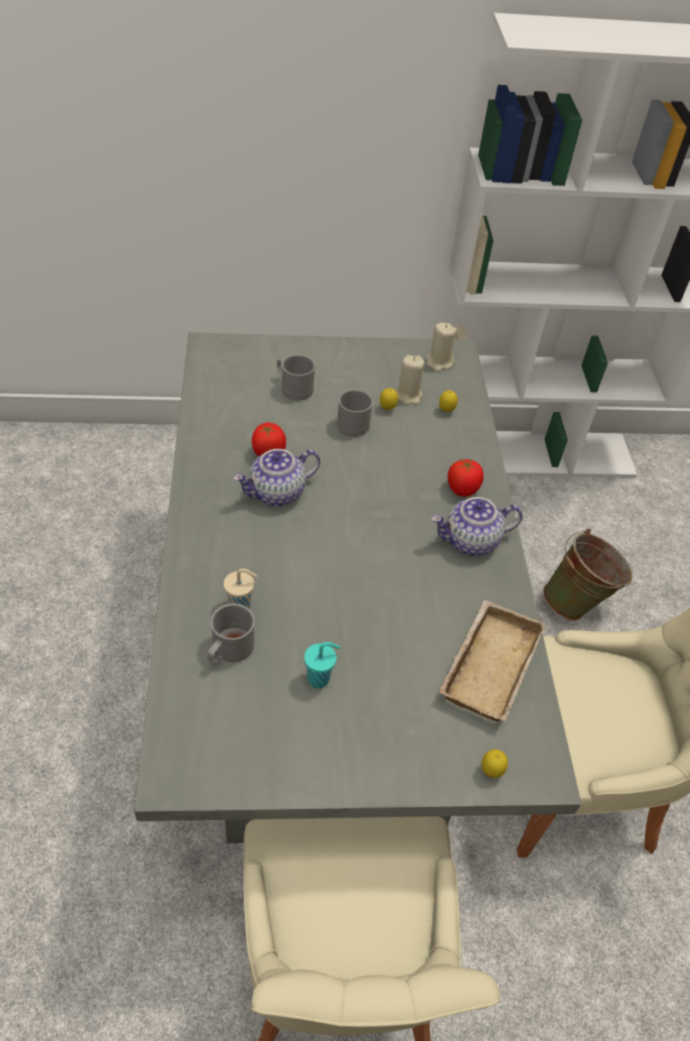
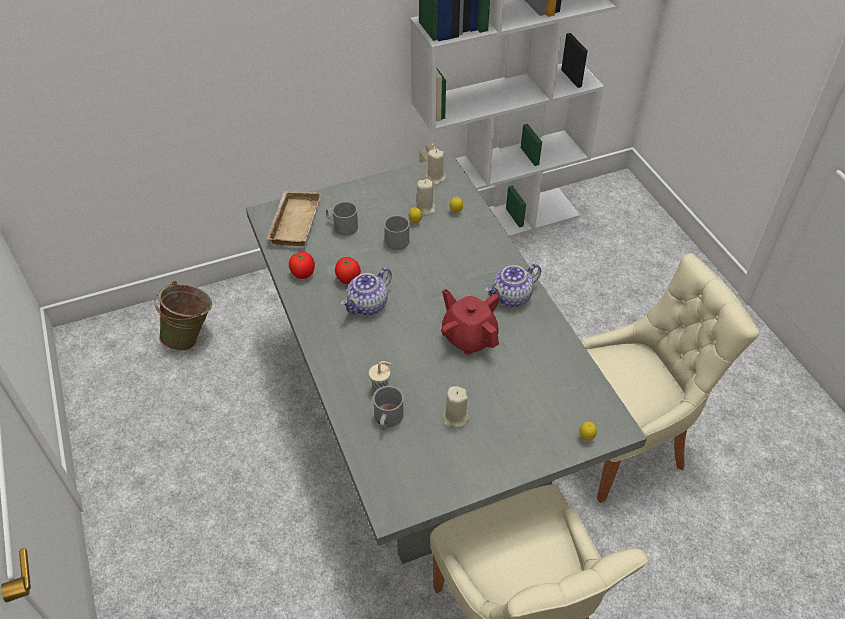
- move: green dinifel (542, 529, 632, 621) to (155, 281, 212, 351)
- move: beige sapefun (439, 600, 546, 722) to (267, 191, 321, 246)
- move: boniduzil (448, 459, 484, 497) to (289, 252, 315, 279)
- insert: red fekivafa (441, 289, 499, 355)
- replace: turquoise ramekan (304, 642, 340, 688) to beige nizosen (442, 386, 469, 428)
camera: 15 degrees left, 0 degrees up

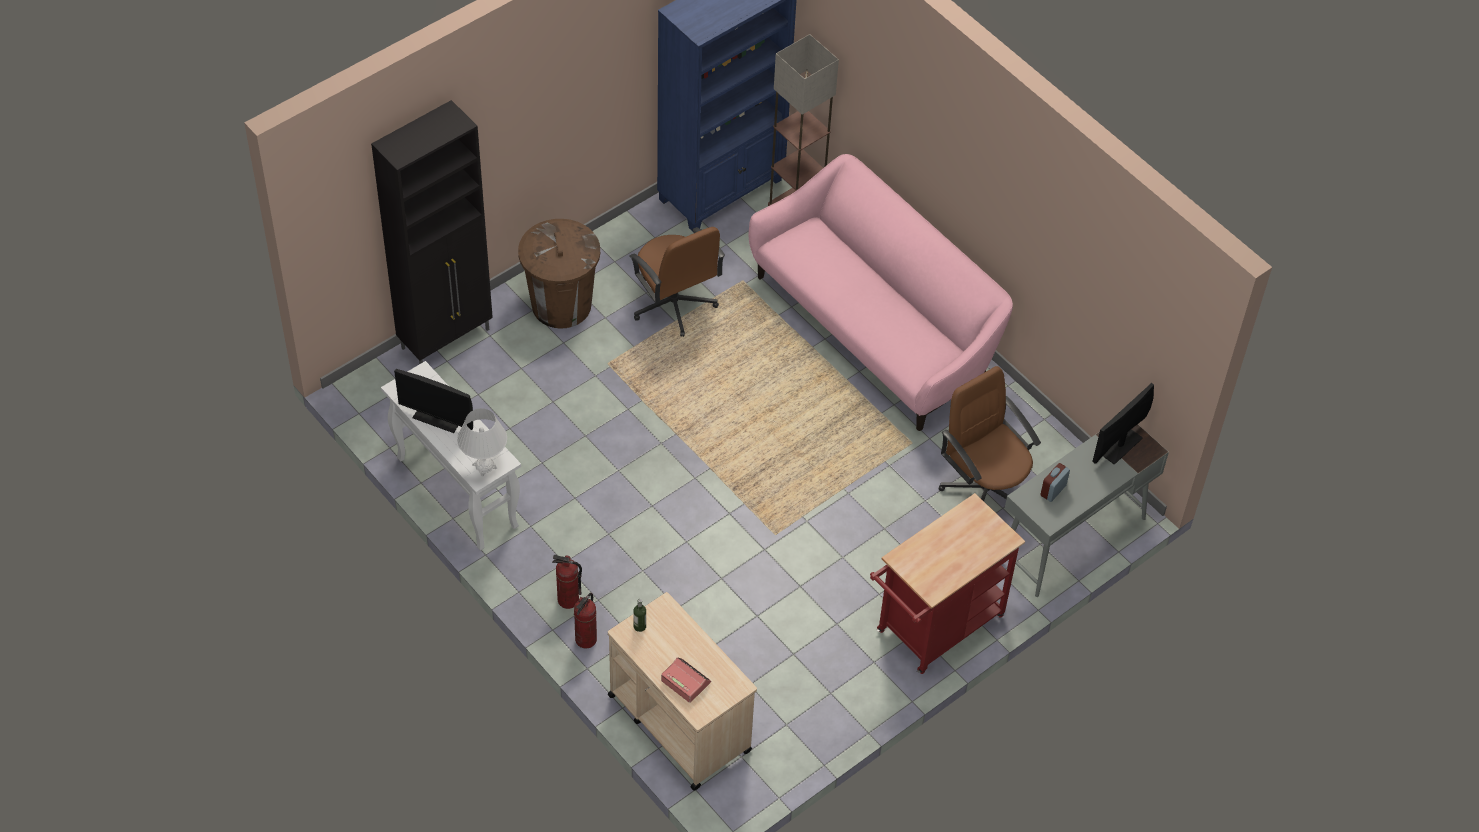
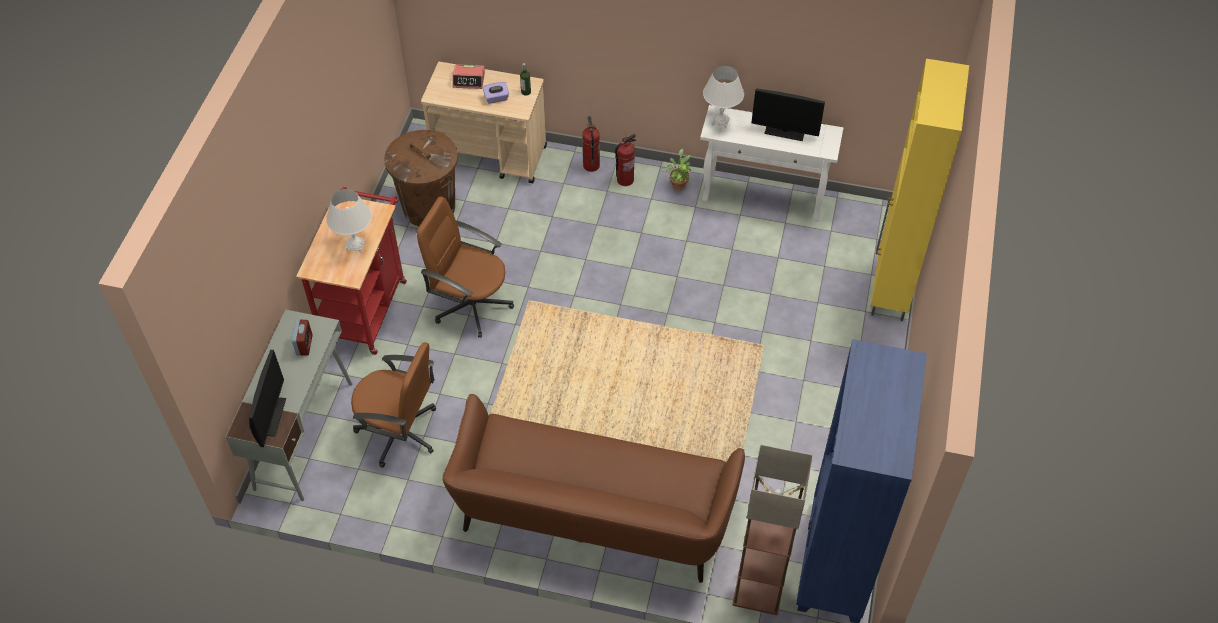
- insert: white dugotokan (326, 189, 372, 253)
- move: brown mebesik (518, 219, 600, 328) to (384, 130, 458, 226)
- move: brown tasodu (629, 227, 725, 337) to (417, 196, 514, 337)
- recolor: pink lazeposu (749, 154, 1013, 431) to brown lazeposu (442, 394, 745, 583)
- insert: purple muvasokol (483, 82, 509, 104)
- insert: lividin (662, 149, 691, 191)
- rotate: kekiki (394, 369, 473, 433) = (751, 89, 825, 141) 150 degrees counterclockwise
- recolor: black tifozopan (371, 100, 493, 364) to yellow tifozopan (870, 59, 969, 321)
camera: 145 degrees right, 0 degrees up

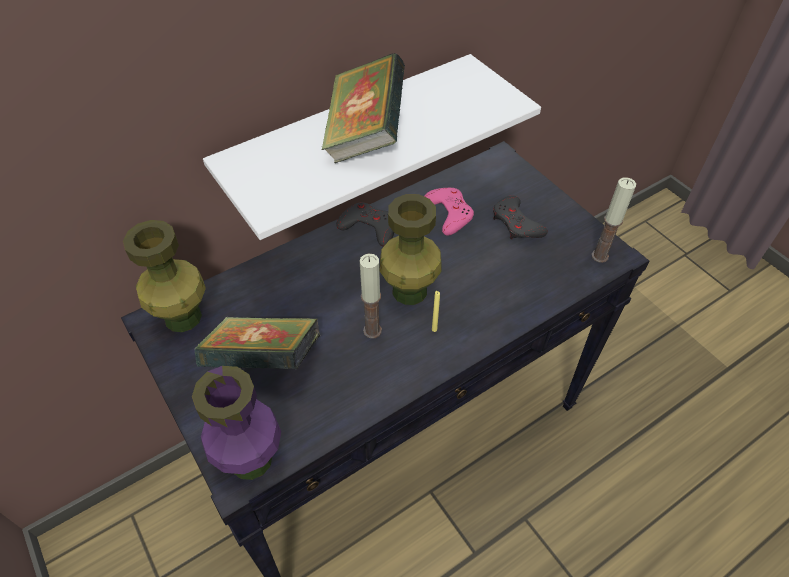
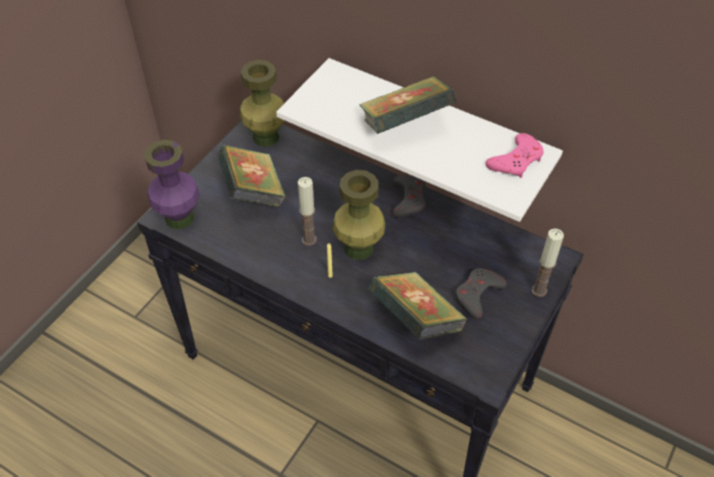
- insert: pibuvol (368, 272, 467, 340)
- move: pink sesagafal (424, 188, 474, 235) to (486, 133, 544, 178)
- move: nizosen (591, 177, 636, 263) to (532, 229, 564, 297)
camera: 65 degrees right, 0 degrees up

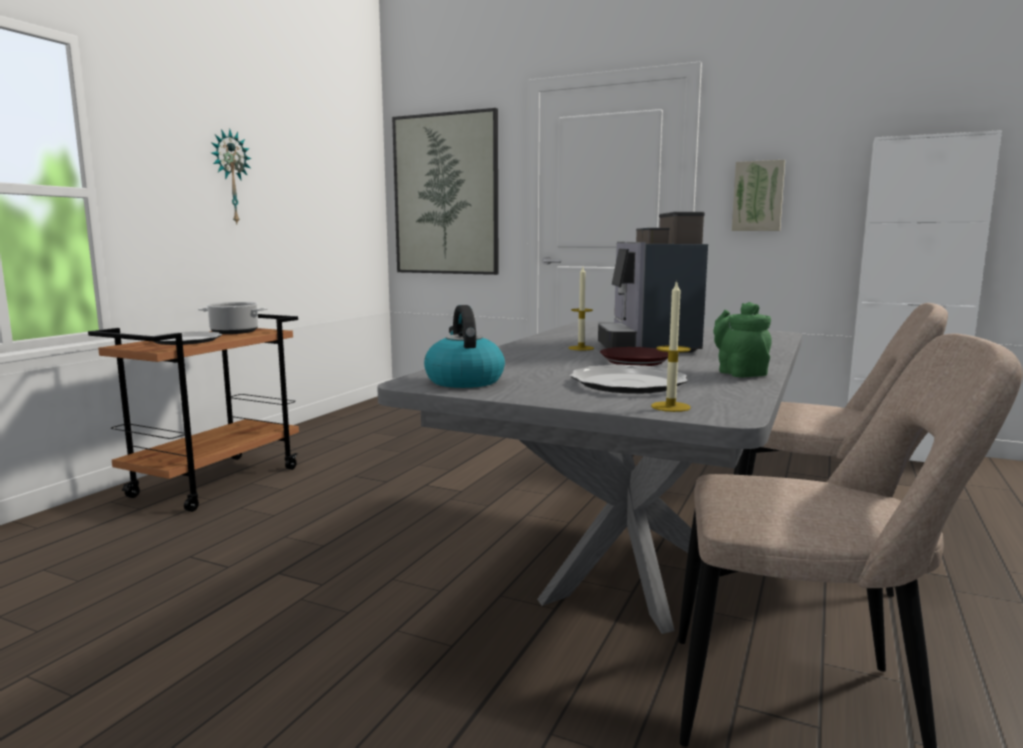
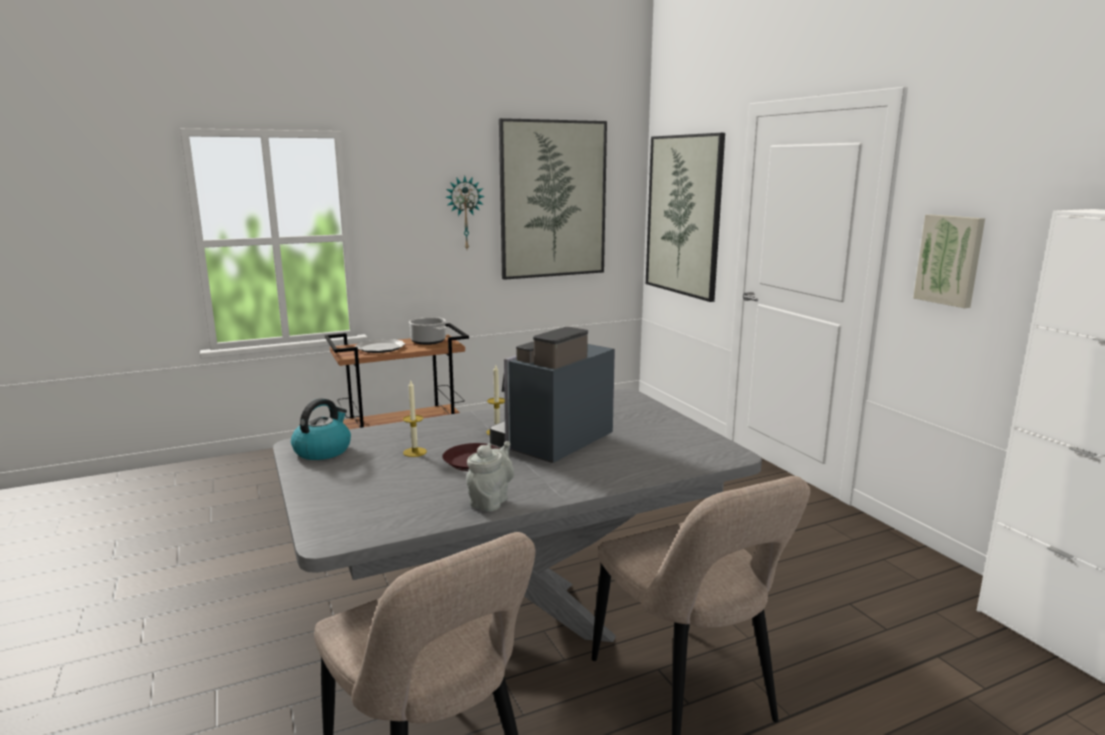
- move: nizosen (651, 280, 691, 412) to (403, 381, 427, 457)
- recolor: green fekivafa (713, 302, 772, 377) to grey fekivafa (466, 441, 514, 511)
- insert: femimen (499, 118, 607, 280)
- delete: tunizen (570, 364, 688, 394)
camera: 40 degrees right, 5 degrees up

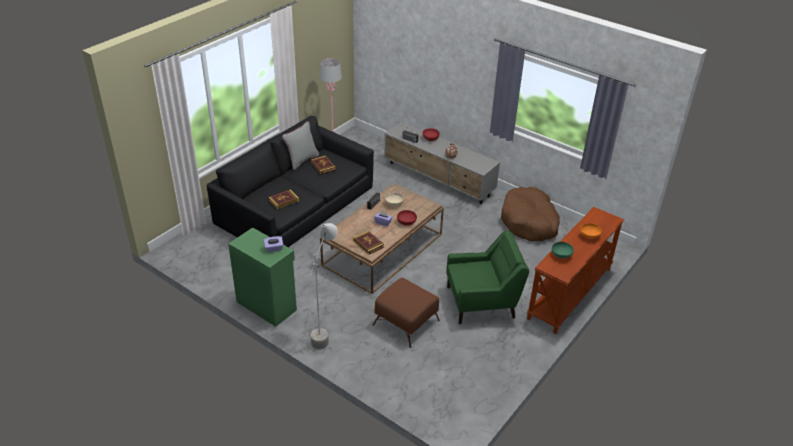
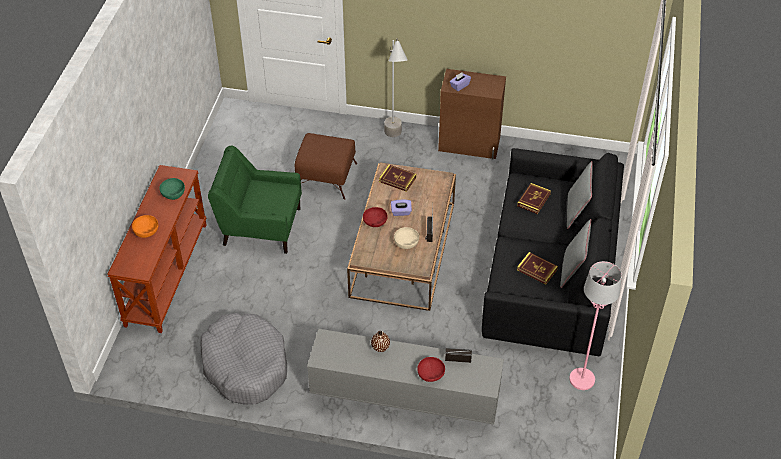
- recolor: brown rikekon (501, 187, 560, 241) to grey rikekon (200, 313, 287, 405)
- rotate: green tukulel (446, 230, 529, 324) = (208, 146, 302, 254) 45 degrees clockwise
- recolor: green tifozopan (228, 227, 297, 327) to brown tifozopan (438, 69, 506, 160)
- insert: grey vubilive (567, 161, 593, 229)
camera: 155 degrees right, 10 degrees up

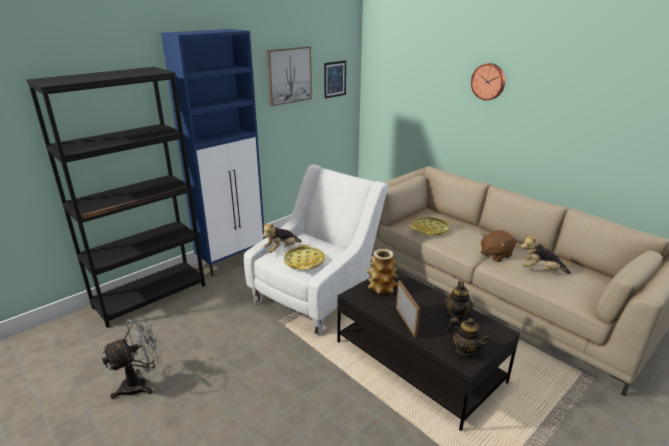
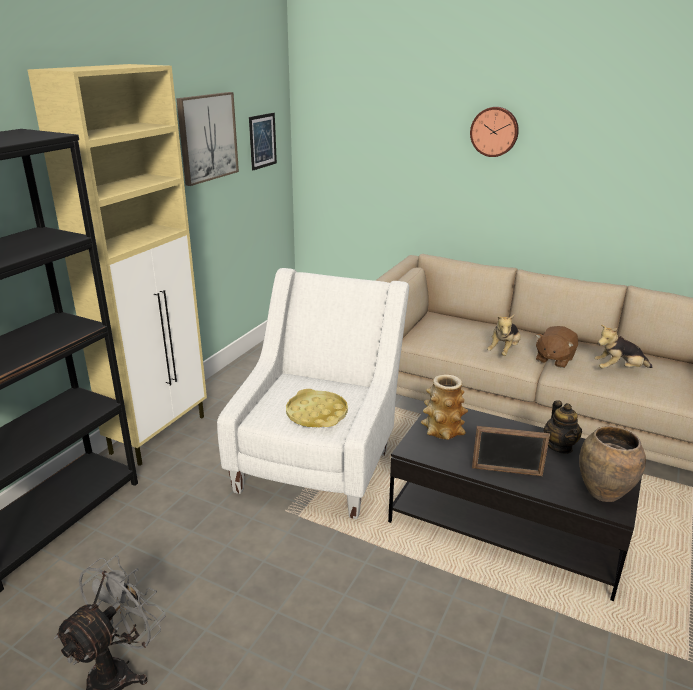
- recolor: blue tifozopan (161, 29, 265, 276) to beige tifozopan (27, 64, 207, 466)
- rotate: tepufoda (396, 280, 420, 338) = (472, 426, 550, 476) 135 degrees clockwise
- move: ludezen (262, 223, 302, 253) to (487, 315, 521, 356)
- replace: fekivafa (446, 317, 491, 358) to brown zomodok (579, 426, 646, 502)
- delete: yellow sapefun (410, 217, 450, 236)
camera: 20 degrees left, 0 degrees up

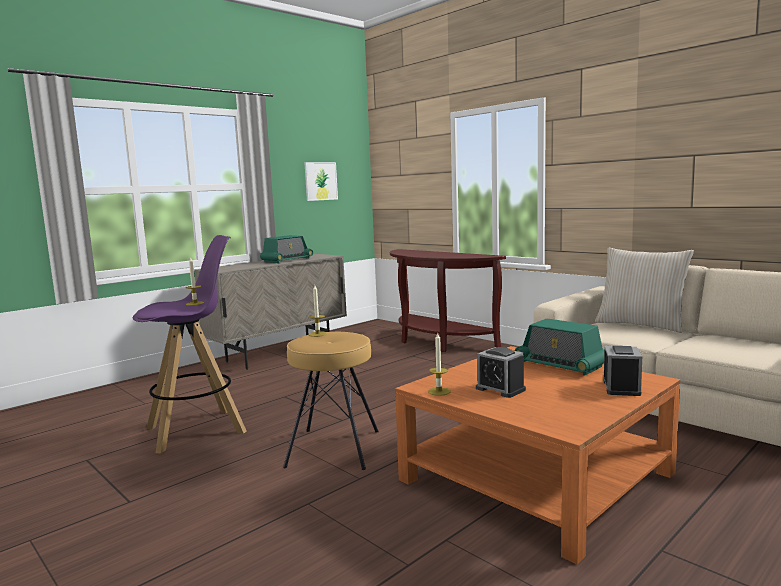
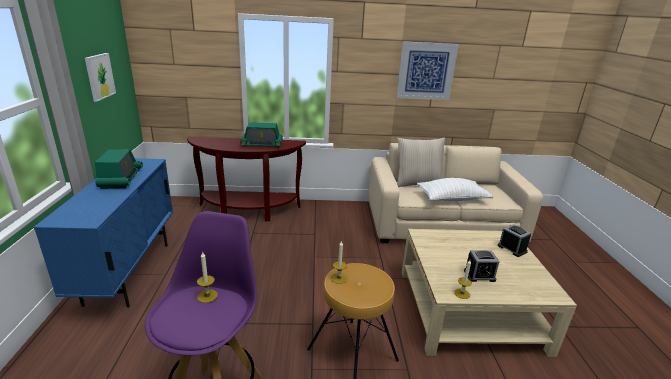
- recolor: beige tifozopan (194, 254, 347, 370) to blue tifozopan (34, 158, 173, 308)
- move: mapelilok (514, 318, 604, 376) to (240, 122, 283, 148)
- insert: femimen (396, 41, 459, 100)
- recolor: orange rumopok (395, 346, 680, 564) to beige rumopok (402, 229, 577, 357)
- insert: white vubilive (417, 178, 493, 201)
camera: 50 degrees left, 15 degrees up

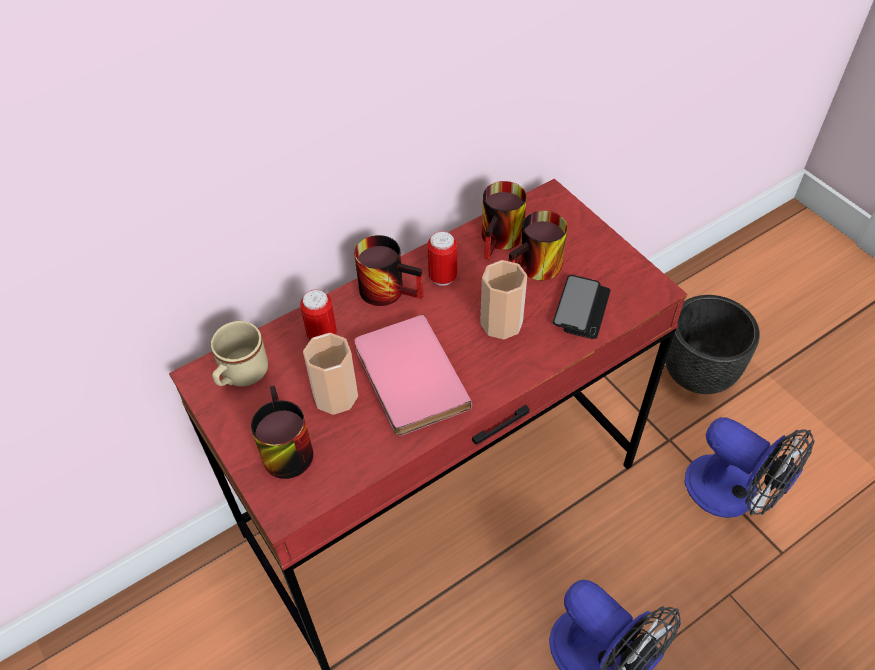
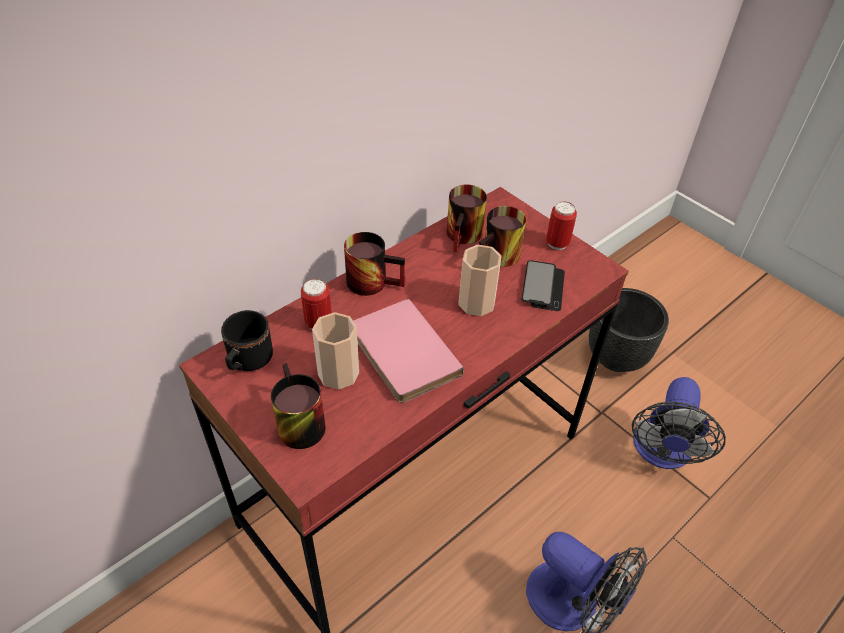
- recolor: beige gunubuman (211, 321, 268, 386) to black gunubuman (221, 310, 273, 371)
- move: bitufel (427, 231, 457, 286) to (546, 201, 577, 250)
- rotate: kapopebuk (684, 417, 815, 518) = (632, 377, 726, 469) 75 degrees clockwise
camera: 10 degrees left, 5 degrees down

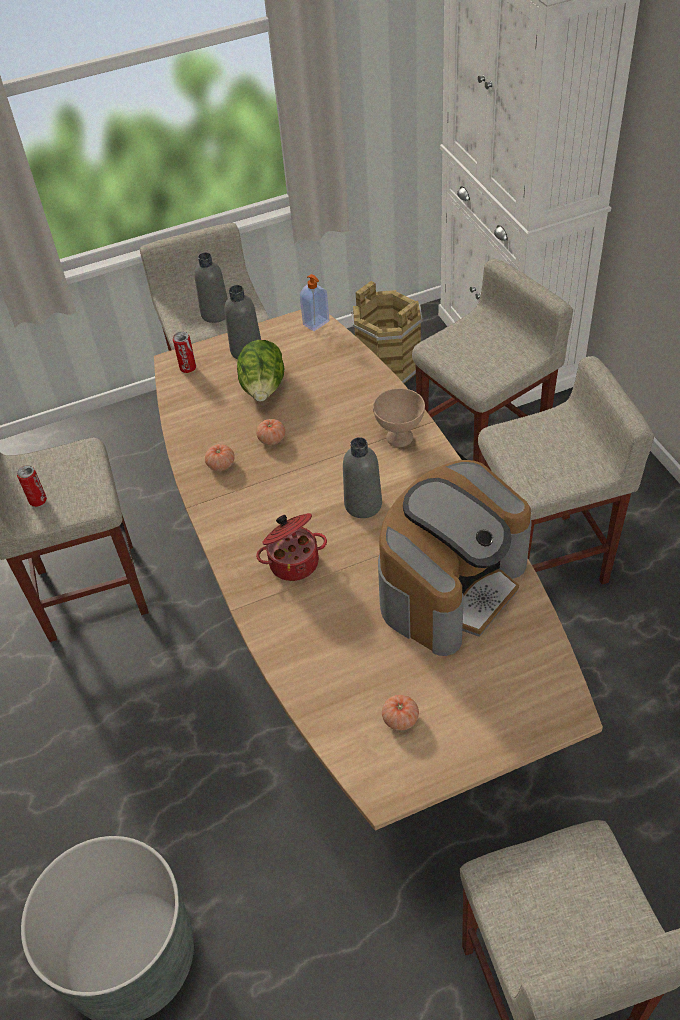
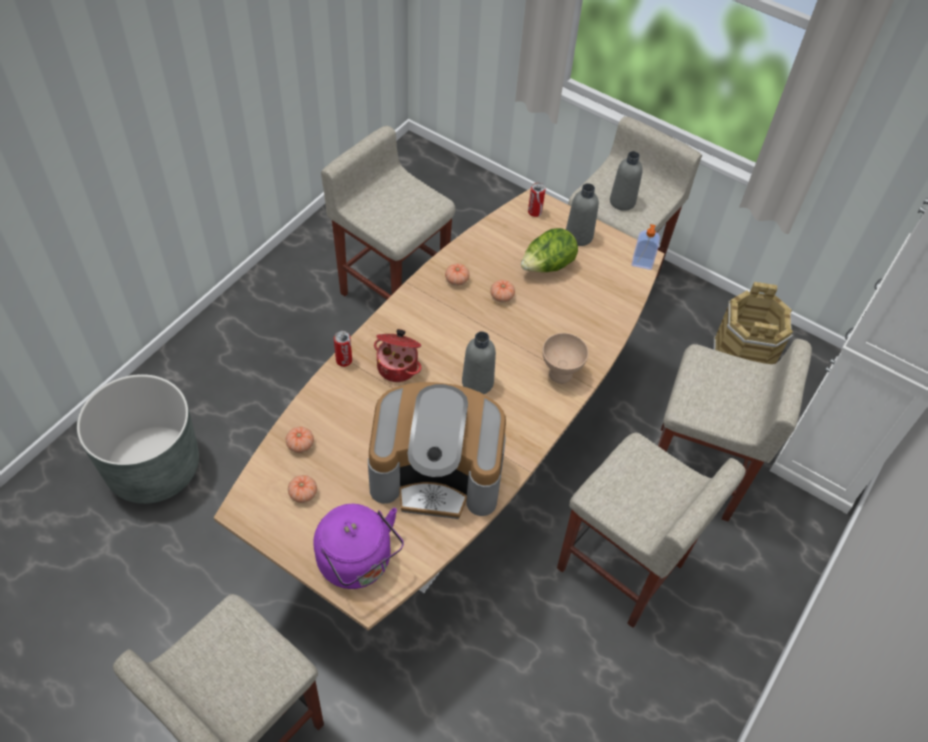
- insert: boniduzil (286, 426, 314, 453)
- insert: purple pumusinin (314, 504, 404, 589)
- move: bitufel (17, 465, 47, 507) to (334, 331, 352, 367)
camera: 50 degrees right, 5 degrees up

